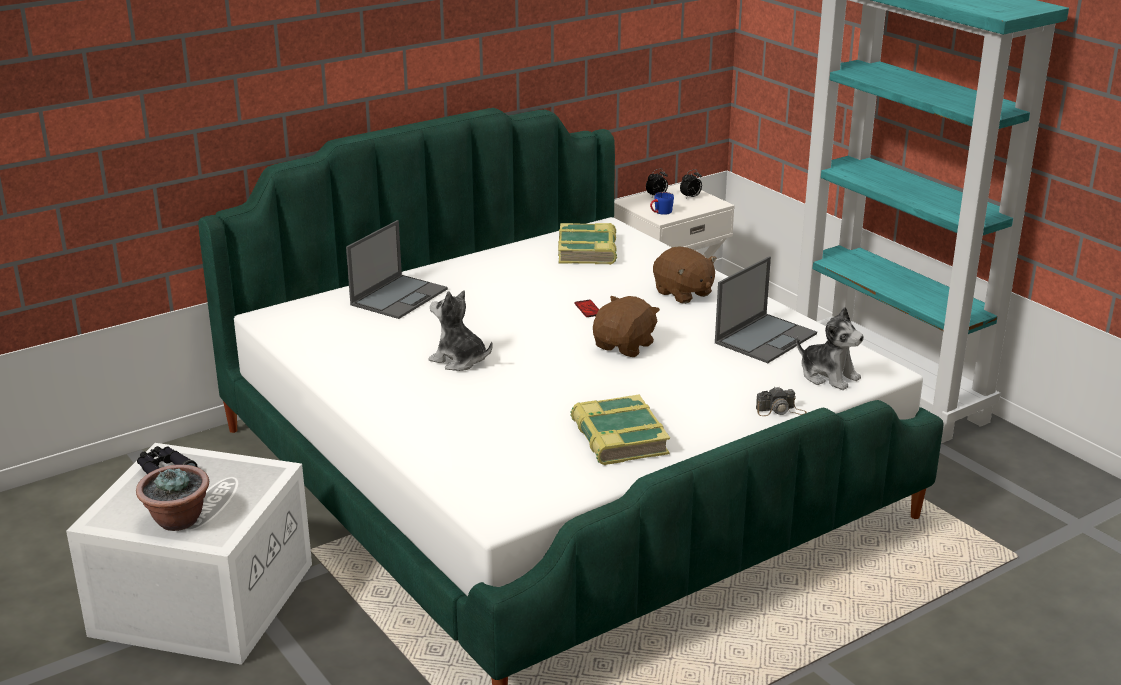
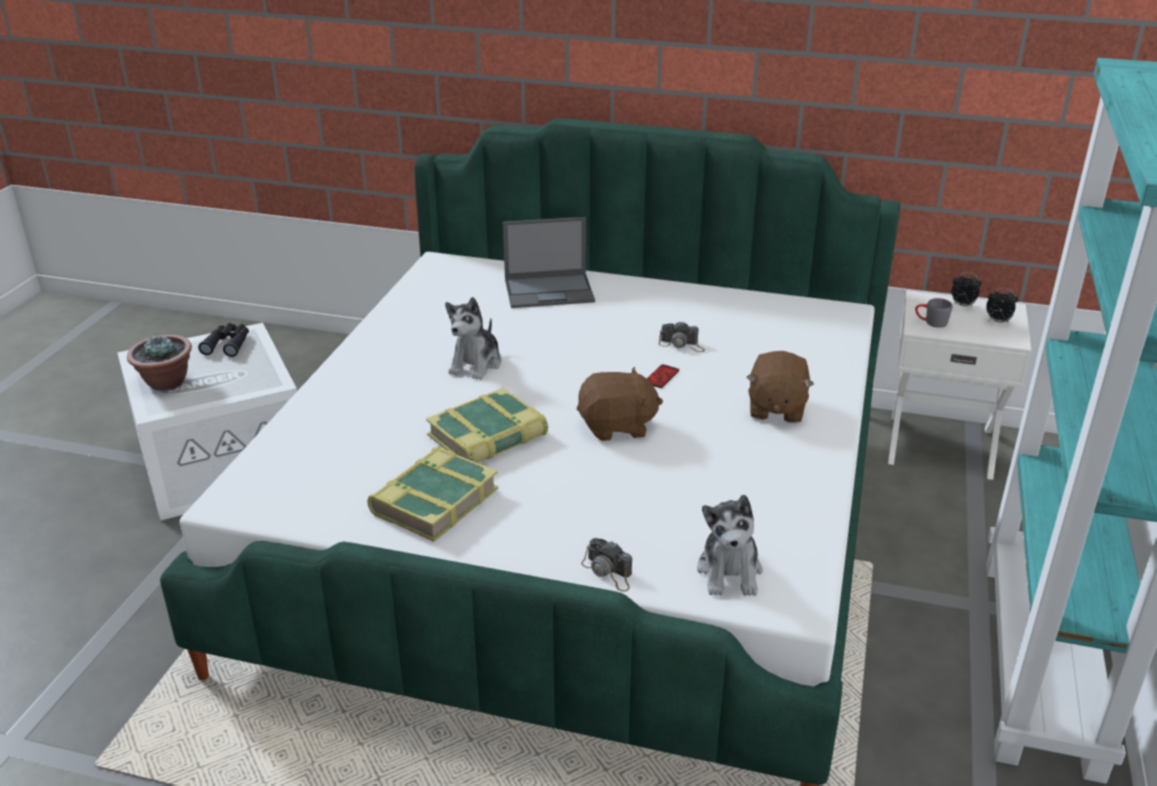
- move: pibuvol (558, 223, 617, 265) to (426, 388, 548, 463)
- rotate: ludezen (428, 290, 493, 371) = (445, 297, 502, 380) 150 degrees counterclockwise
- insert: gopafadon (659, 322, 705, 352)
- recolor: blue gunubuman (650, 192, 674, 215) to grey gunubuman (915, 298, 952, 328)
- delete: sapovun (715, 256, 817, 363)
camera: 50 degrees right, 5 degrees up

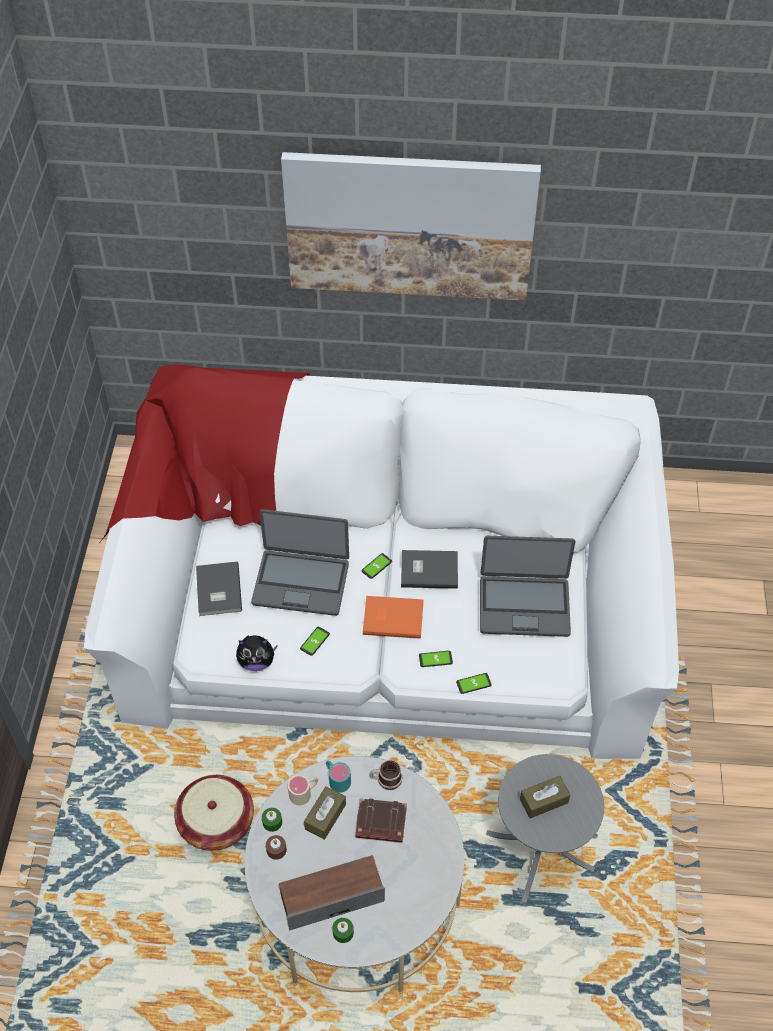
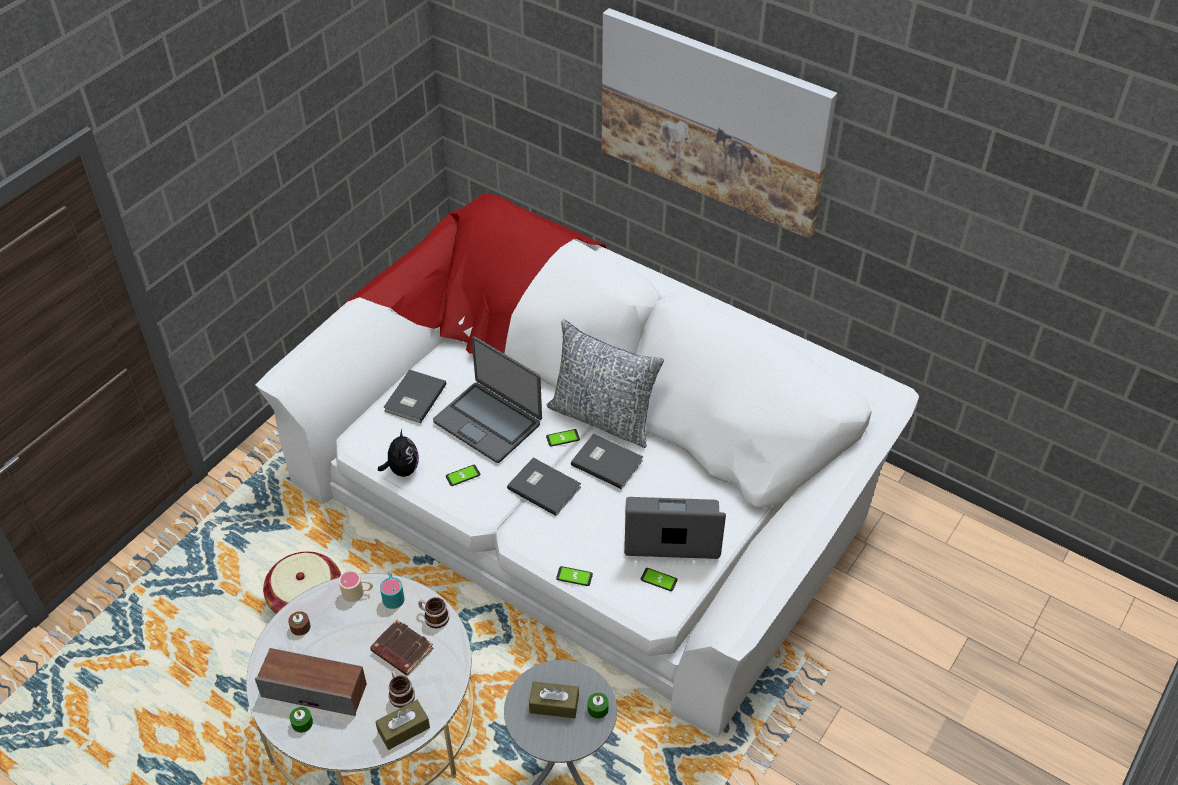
- move: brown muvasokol (304, 786, 346, 840) to (375, 700, 430, 750)
- rotate: ludezen (236, 635, 277, 671) = (378, 429, 419, 477) 120 degrees counterclockwise
- insert: gunubuman (388, 671, 415, 708)
- recolor: orange pibuvol (363, 596, 424, 639) to grey pibuvol (507, 458, 581, 516)
- insert: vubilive (547, 320, 664, 448)
- move: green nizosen (262, 808, 282, 832) to (588, 693, 609, 719)
- rotate: sapovun (480, 536, 575, 637) = (624, 497, 726, 559) 150 degrees clockwise
- move: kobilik (419, 651, 453, 667) to (641, 568, 678, 591)
camera: 30 degrees right, 5 degrees down

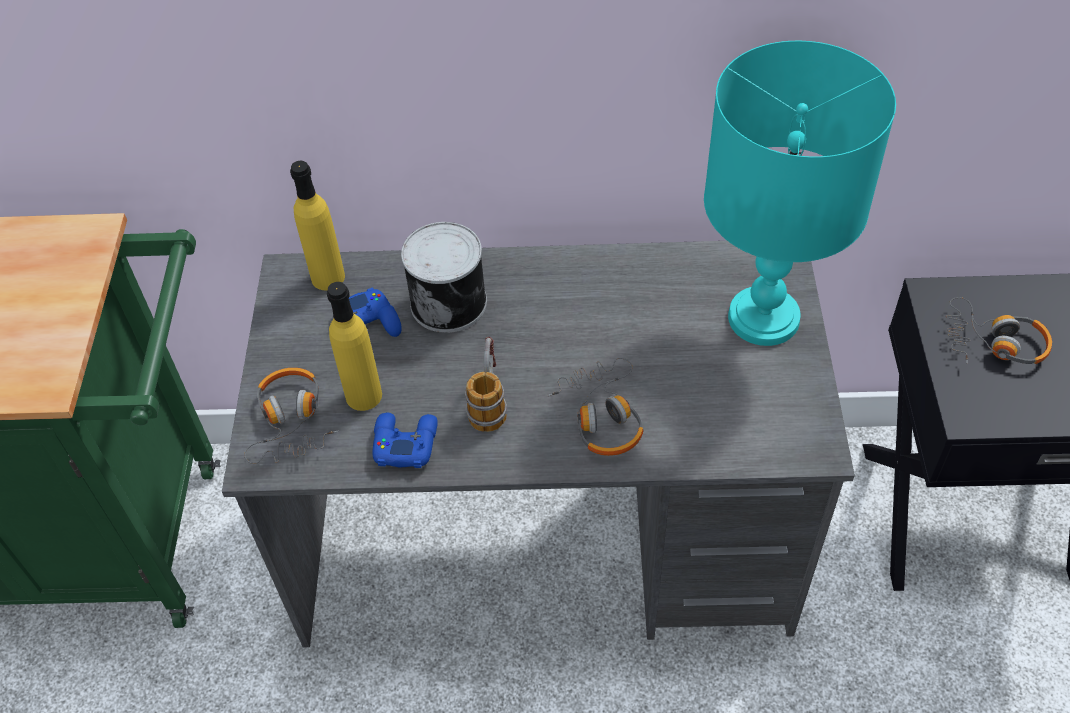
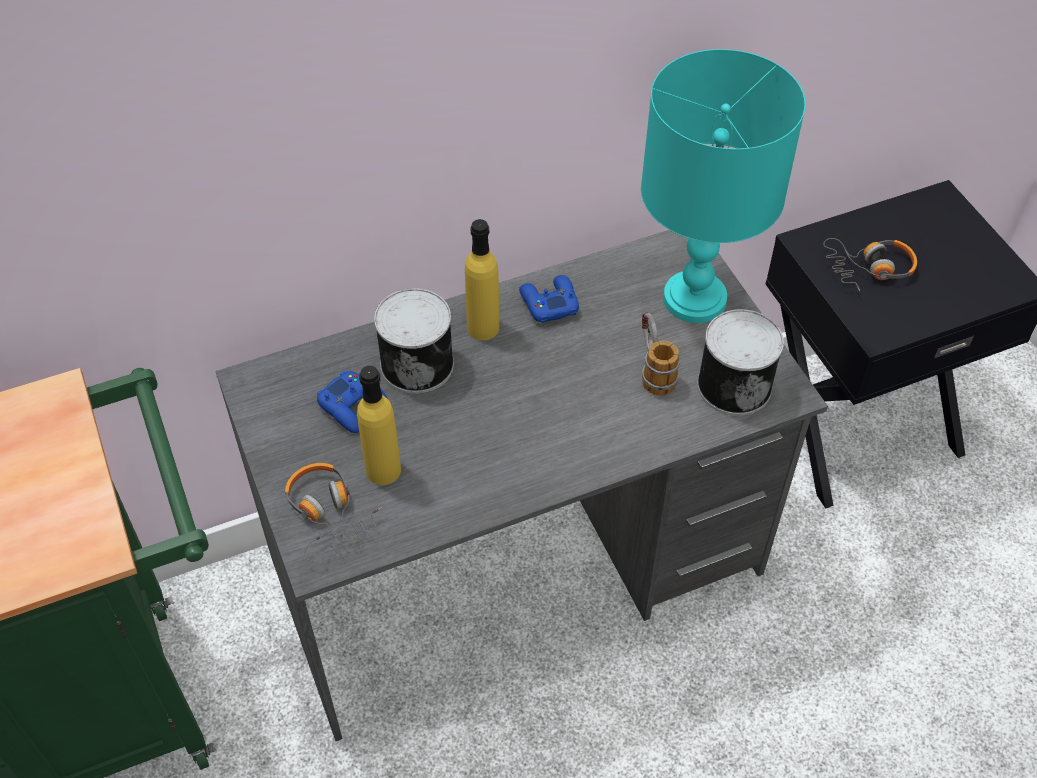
- move: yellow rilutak (290, 161, 345, 290) to (465, 219, 499, 340)
- move: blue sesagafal (373, 413, 438, 468) to (519, 275, 579, 323)
- move: gunubuman (465, 337, 507, 432) to (642, 312, 680, 396)
- insert: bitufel (697, 309, 784, 416)
- delete: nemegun (547, 358, 643, 456)
camera: 25 degrees left, 0 degrees up

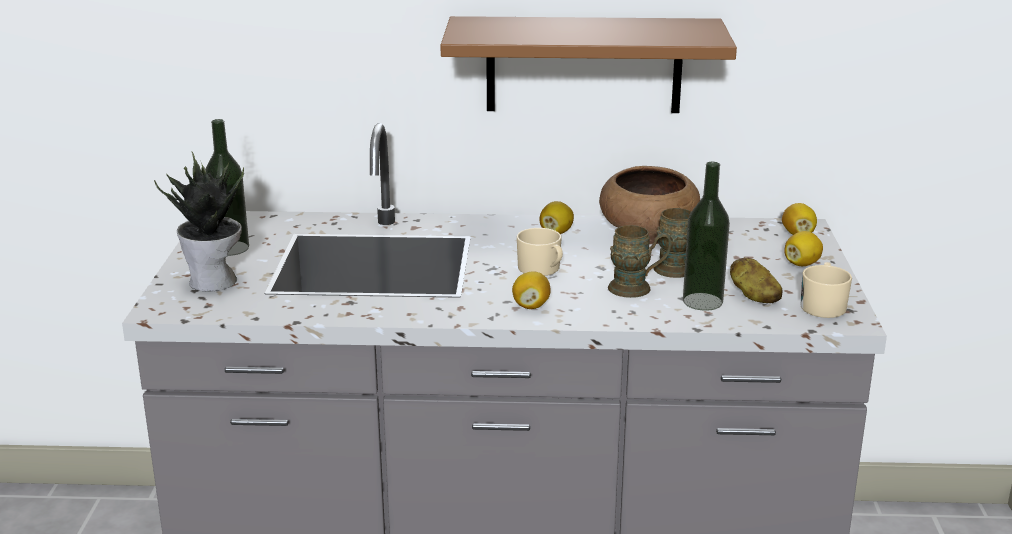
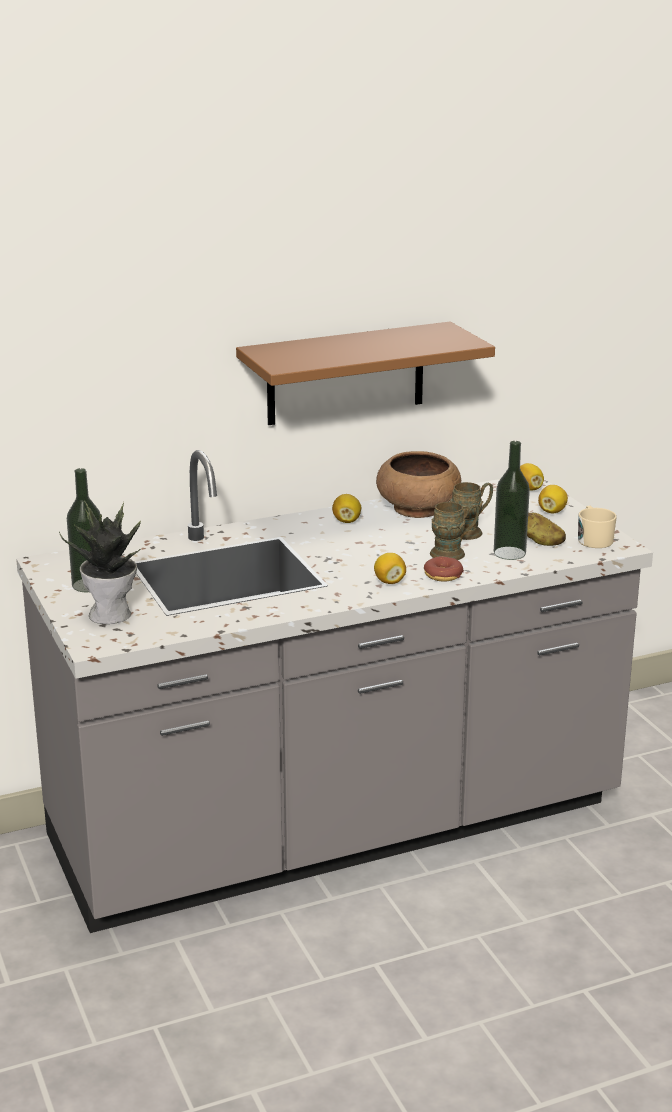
- insert: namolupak (424, 556, 464, 582)
- delete: beige gunubuman (517, 228, 563, 276)
camera: 25 degrees left, 0 degrees up

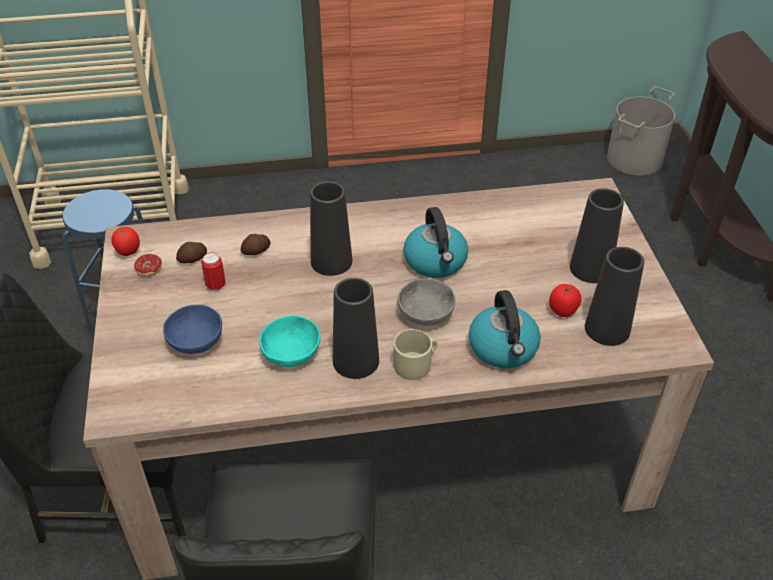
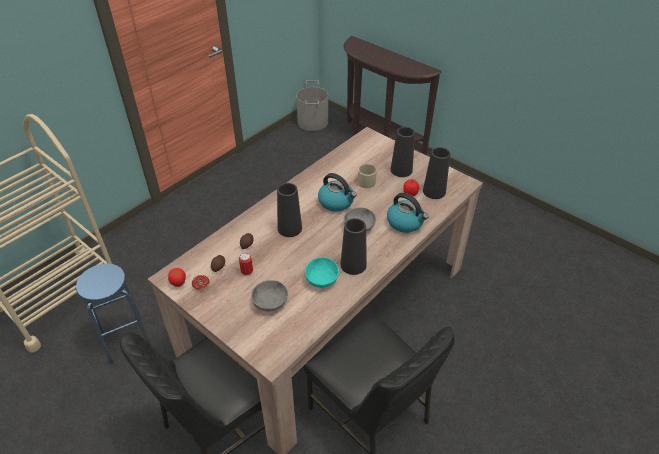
- recolor: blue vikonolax (163, 305, 222, 354) to grey vikonolax (251, 280, 288, 312)
- move: beige gunubuman (394, 329, 438, 380) to (358, 164, 377, 188)
camera: 40 degrees left, 0 degrees up

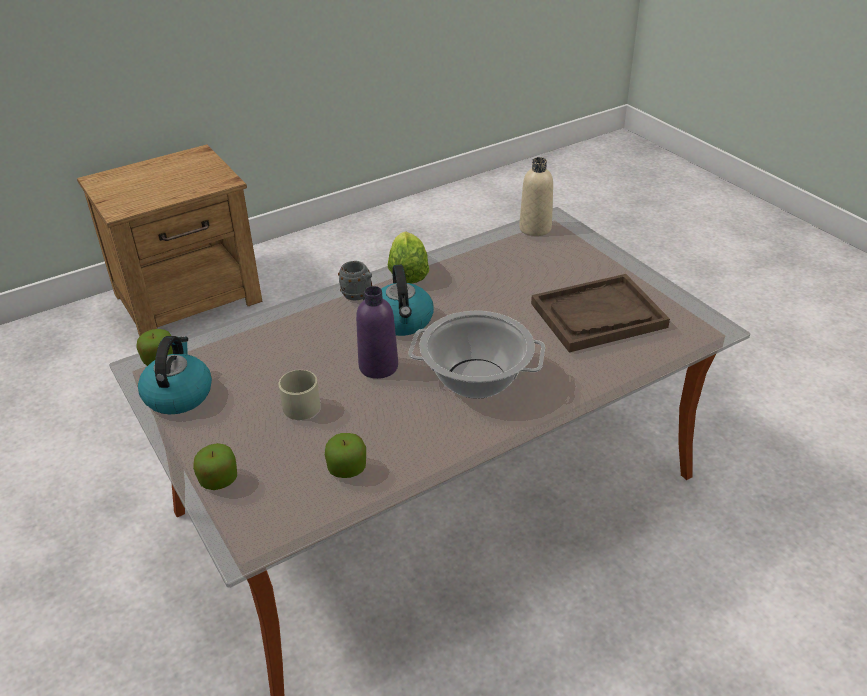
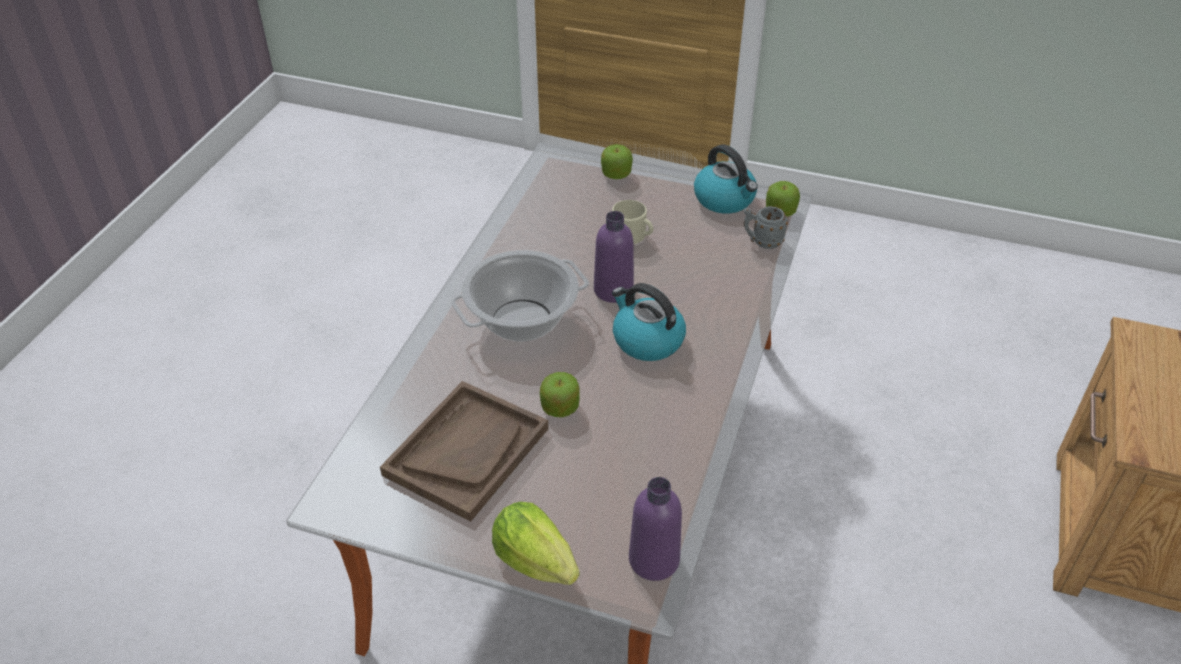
- move: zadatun (388, 231, 429, 284) to (492, 502, 580, 585)
- move: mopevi (325, 433, 366, 478) to (540, 372, 580, 417)
- recolor: beige rilutak (519, 157, 553, 236) to purple rilutak (629, 477, 682, 581)
- move: grey gunubuman (338, 261, 372, 301) to (744, 206, 788, 249)
camera: 140 degrees right, 5 degrees up

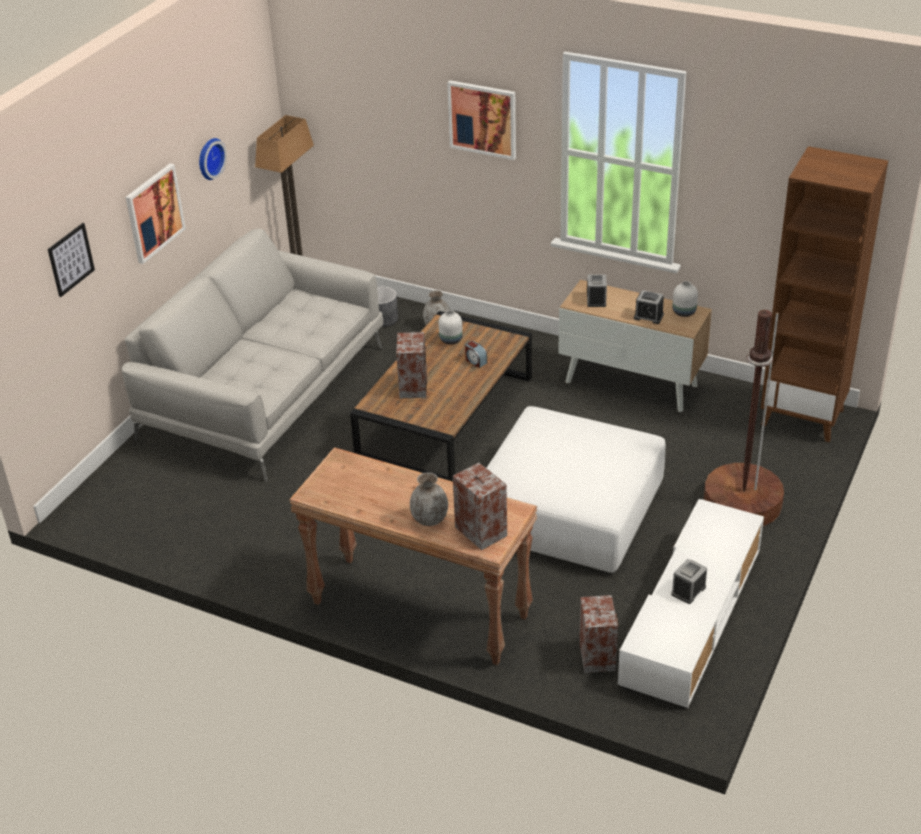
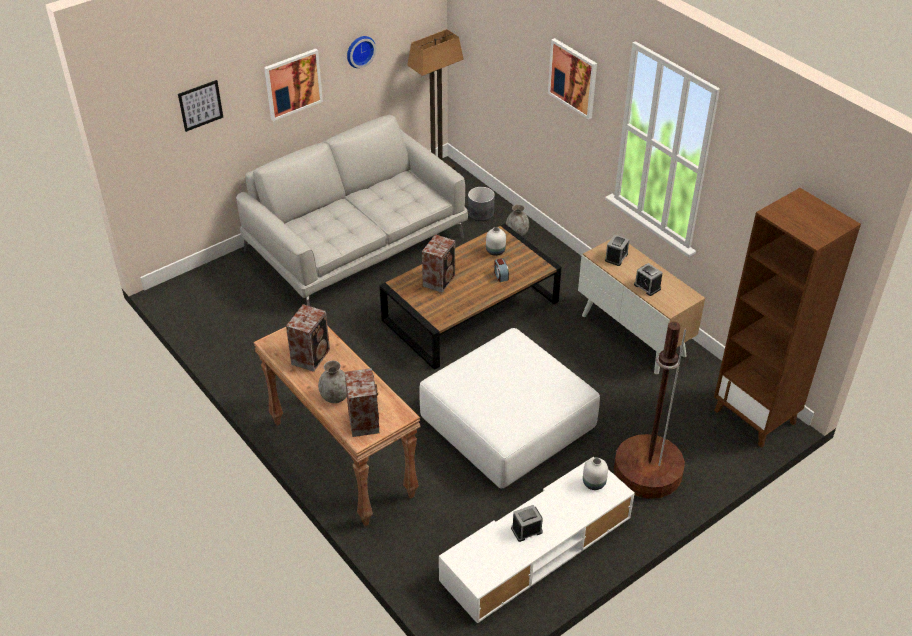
- move: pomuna (579, 595, 619, 673) to (286, 304, 330, 372)
- move: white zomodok (673, 281, 698, 317) to (583, 457, 608, 490)
camera: 25 degrees right, 5 degrees up

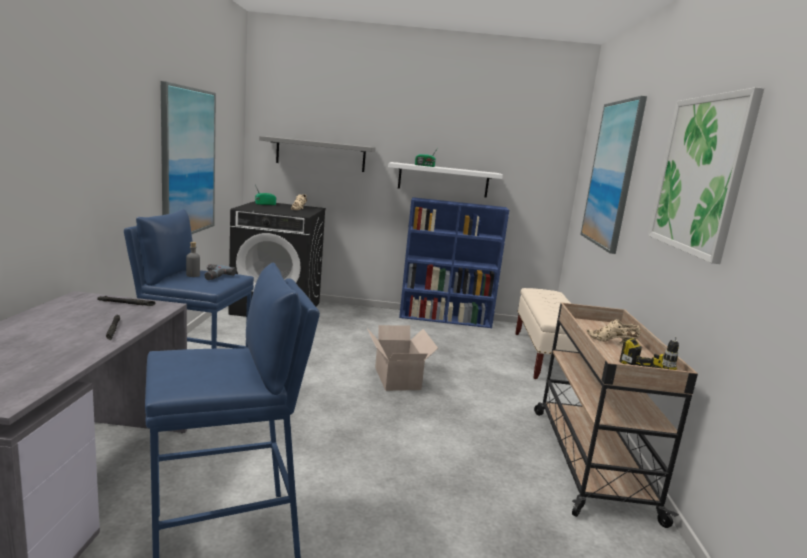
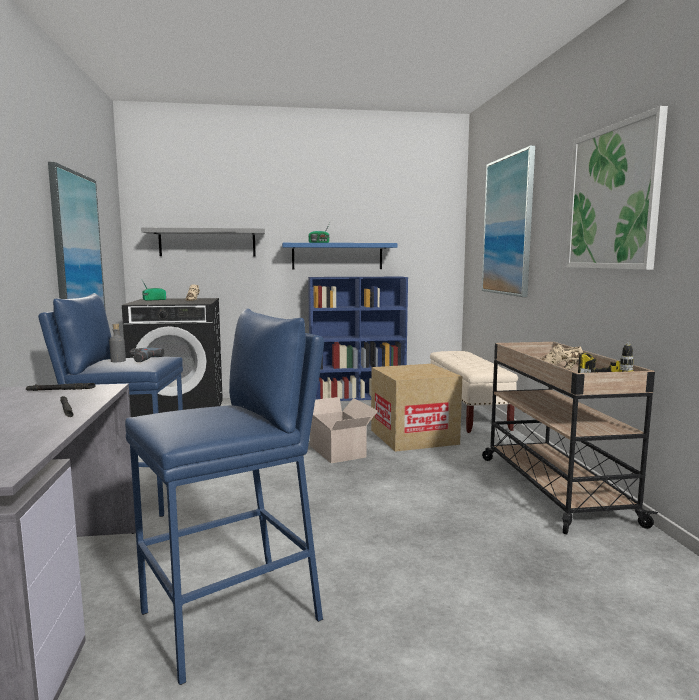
- recolor: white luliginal (388, 162, 503, 198) to blue luliginal (282, 243, 397, 270)
- insert: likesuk (371, 364, 462, 452)
camera: 10 degrees left, 5 degrees down

